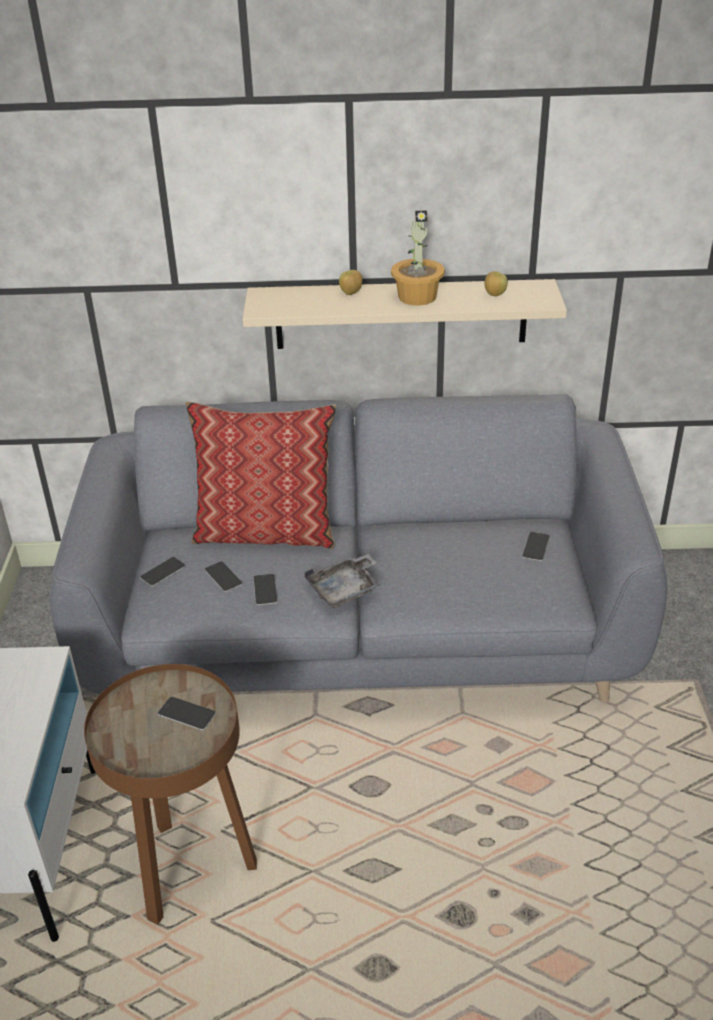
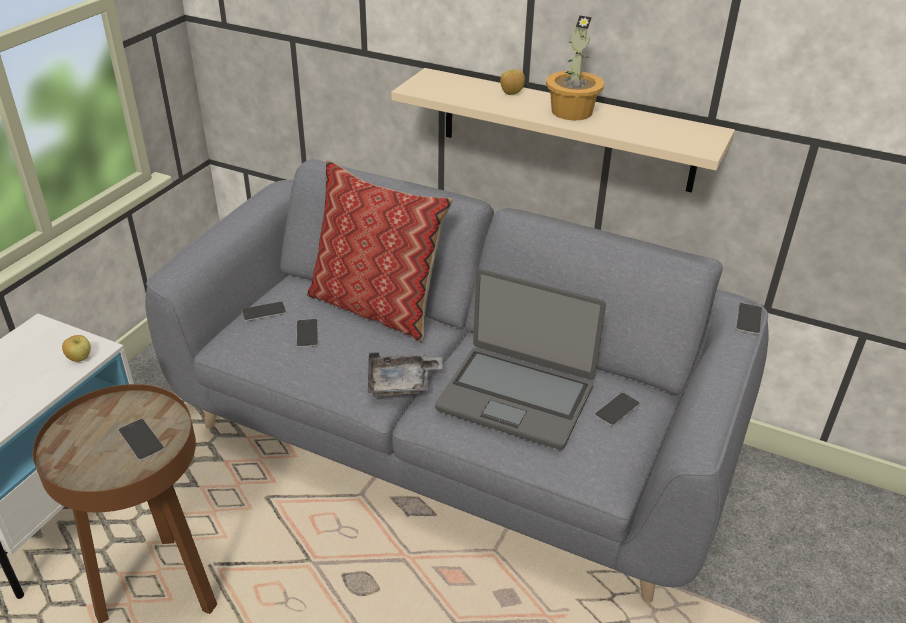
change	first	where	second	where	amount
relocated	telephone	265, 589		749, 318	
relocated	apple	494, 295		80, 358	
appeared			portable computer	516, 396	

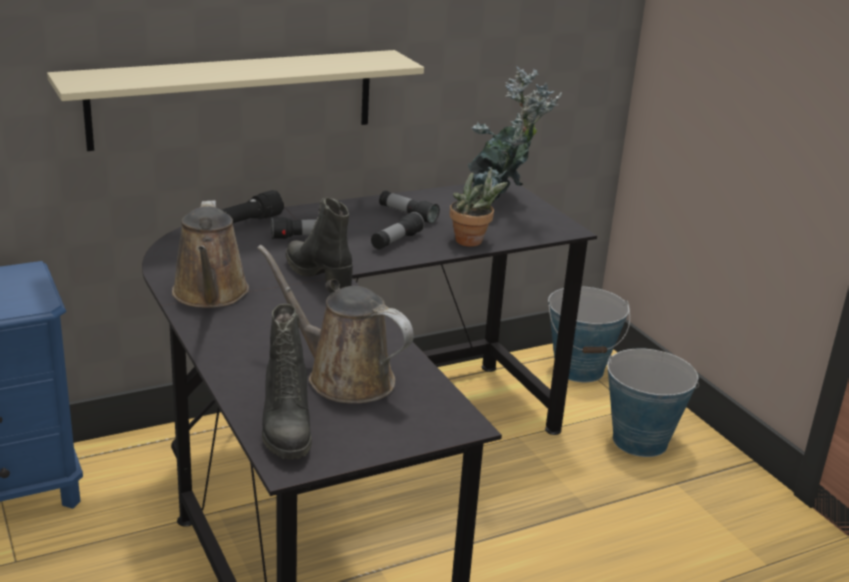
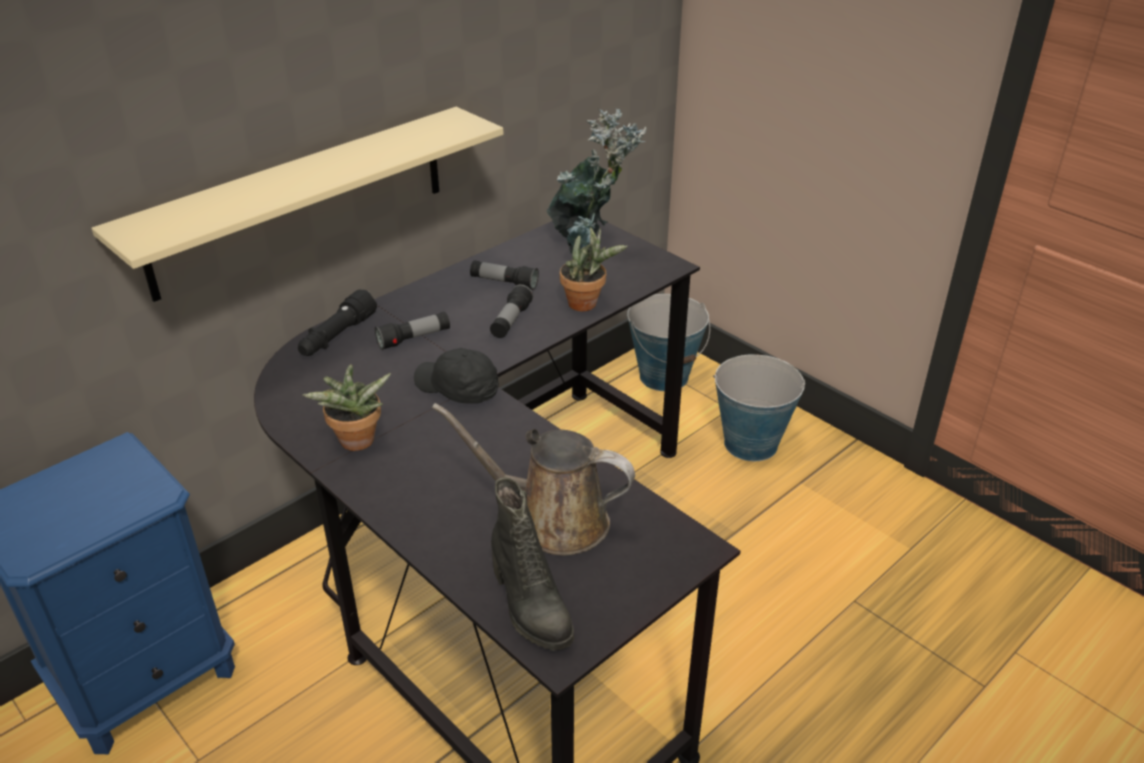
change	first	where	second	where	amount
exchanged	sprinkling can (brown-coloured)	210, 295	potted plant	356, 444	
exchanged	high-top boot (blackish)	319, 276	peaked cap (blackish)	457, 389	

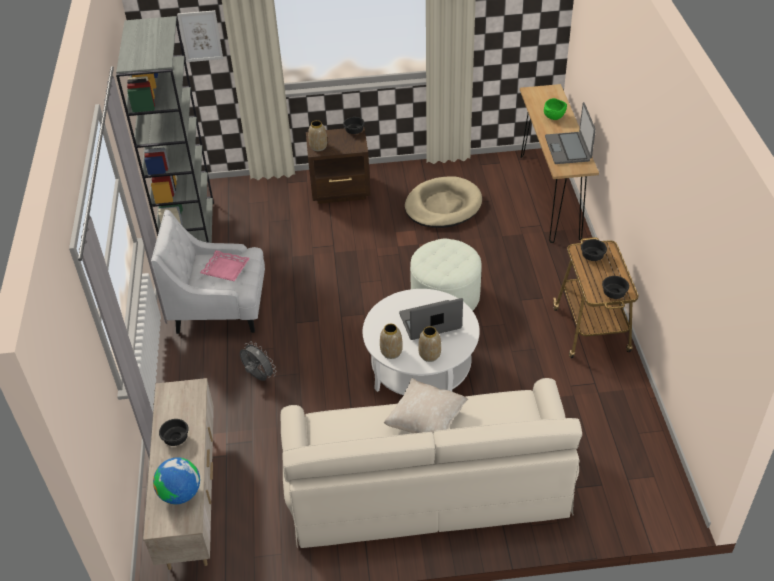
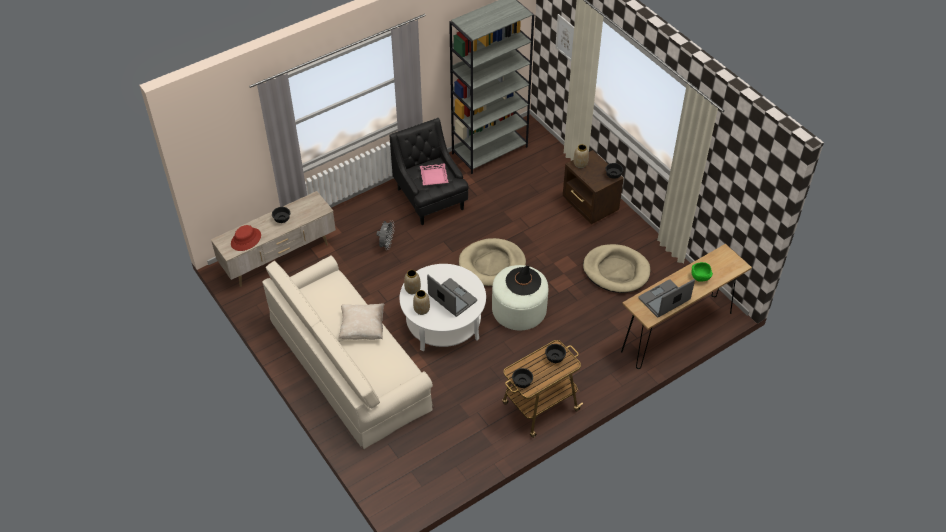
change	first	where	second	where	amount
colour	easy chair (white)	221, 310	easy chair (blackish)	430, 200	
exchanged	world globe	180, 494	wearable hat (red)	246, 240	
appeared			pet bed (beige-coloured)	492, 264	
appeared			wearable hat (blackish)	523, 281	

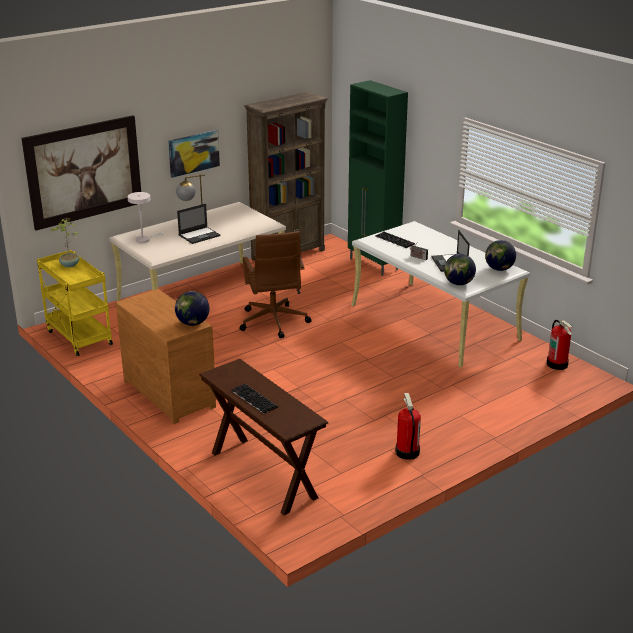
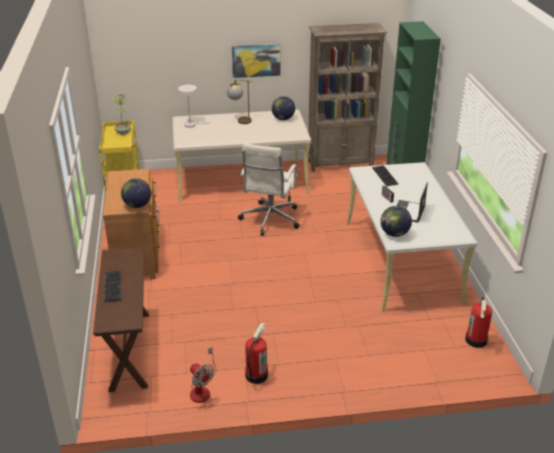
change	first	where	second	where	amount
missing	picture	84, 171			
missing	portable computer	199, 235			
colour	desk chair (brown-coloured)	273, 322	desk chair (white)	269, 220	
relocated	world globe	499, 269		283, 119	
appeared			fan	202, 389	

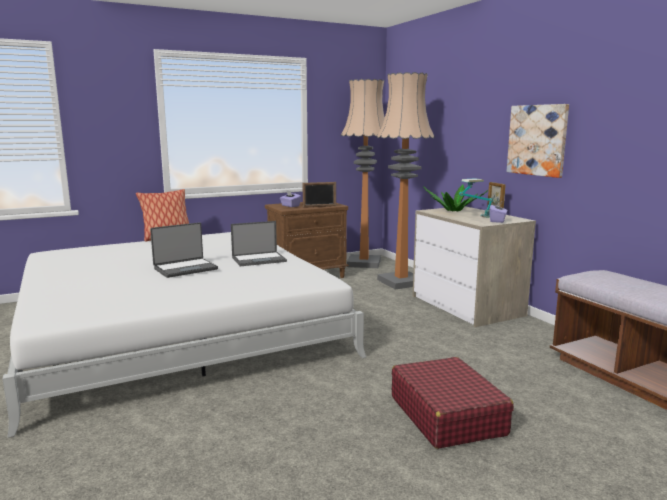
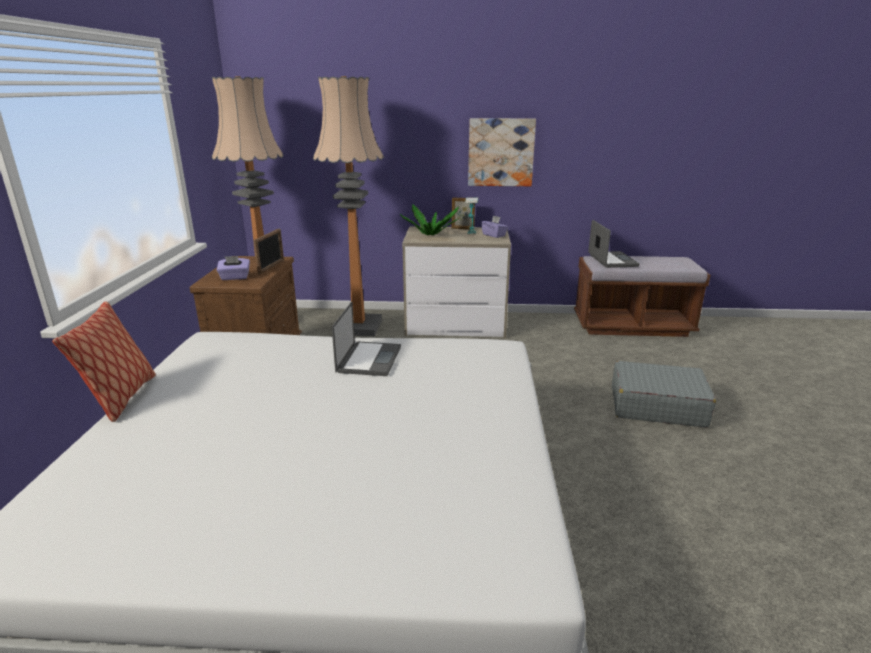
change	first	where	second	where	amount
relocated	portable computer	185, 269		611, 260	
colour	suitcase (red)	447, 415	suitcase (grey)	656, 405	

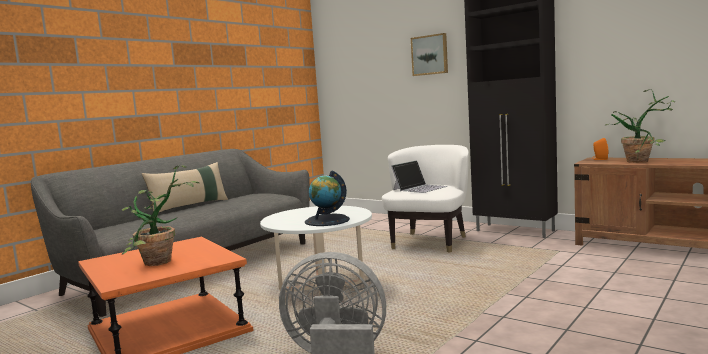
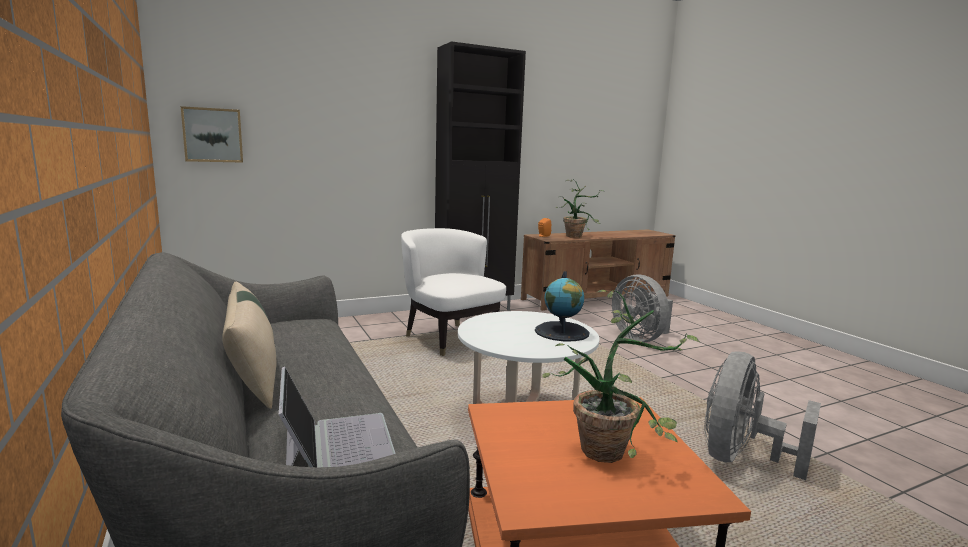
change	first	where	second	where	amount
relocated	portable computer	420, 188		336, 443	
relocated	picture	430, 55		212, 135	
appeared			fan (grey)	640, 338	

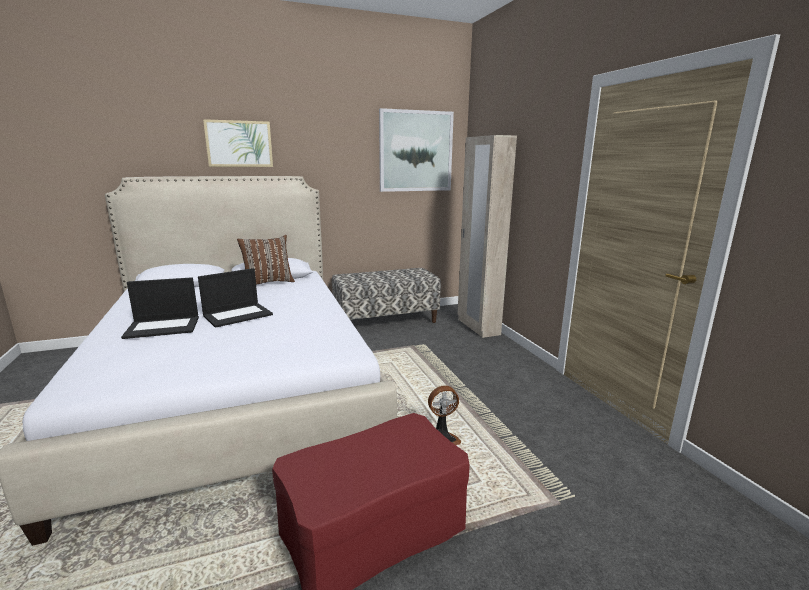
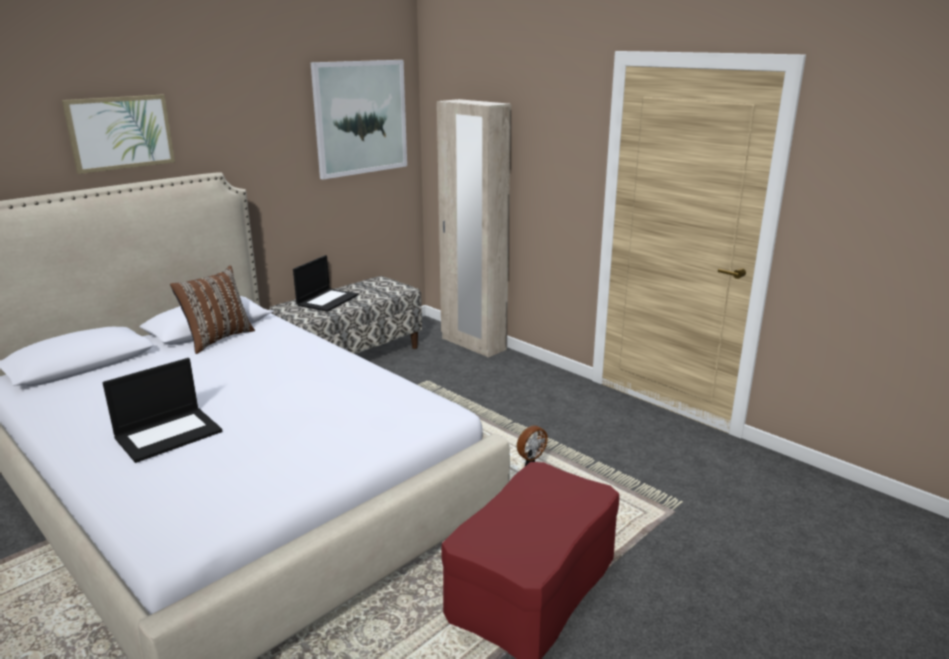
change	first	where	second	where	amount
relocated	portable computer	238, 315		327, 300	

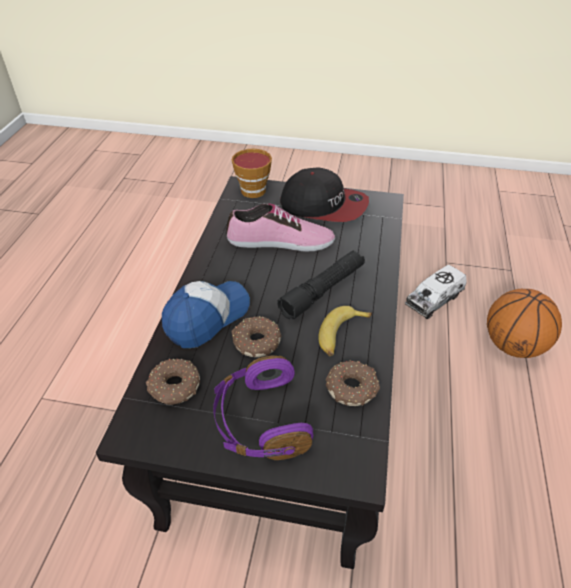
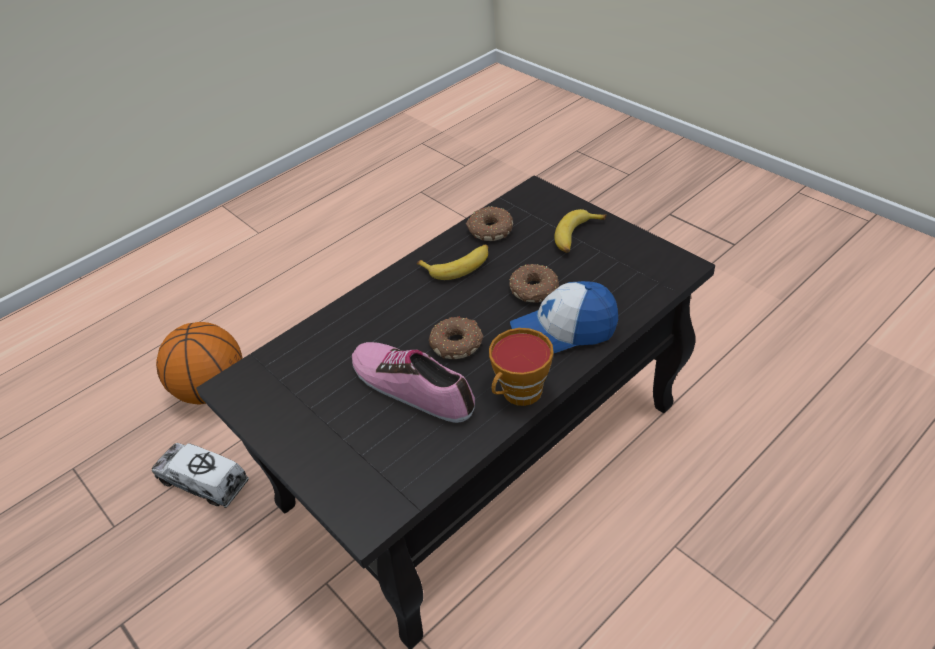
change	first	where	second	where	amount
relocated	donut	174, 387		457, 343	
exchanged	headphones (purple-coloured)	260, 421	banana fruit	576, 237	
relocated	cup	253, 189		519, 394	
missing	hand torch (blackish)	323, 290			
missing	peaked cap	324, 205			
spun	toy lorry	434, 299		203, 481	150 degrees counterclockwise

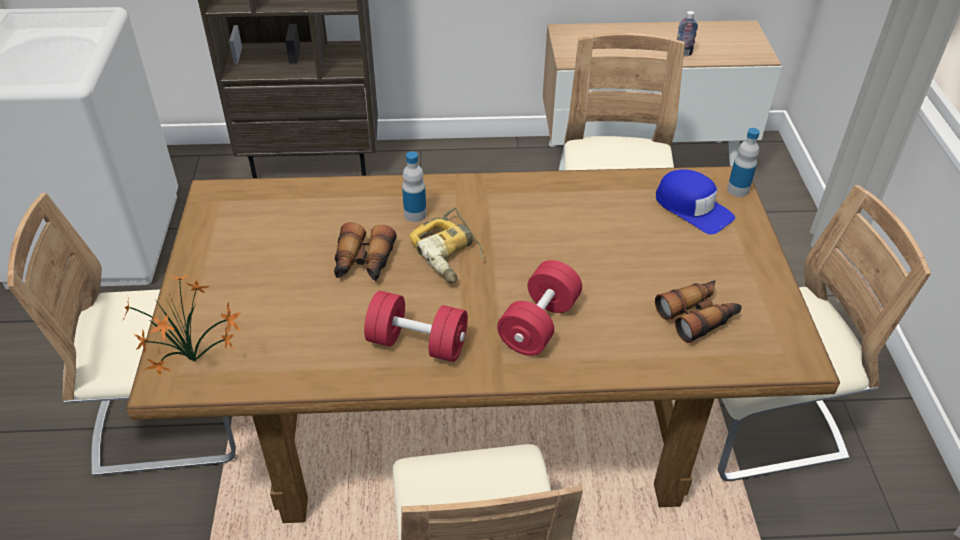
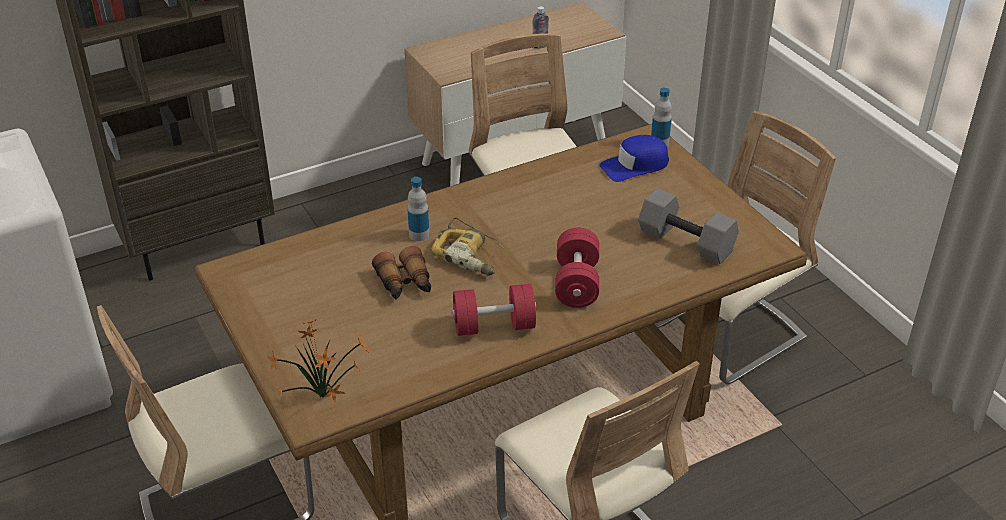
change	first	where	second	where	amount
exchanged	binoculars	698, 316	dumbbell (grey)	687, 241	
spun	peaked cap (bluish)	693, 208		635, 165	135 degrees clockwise

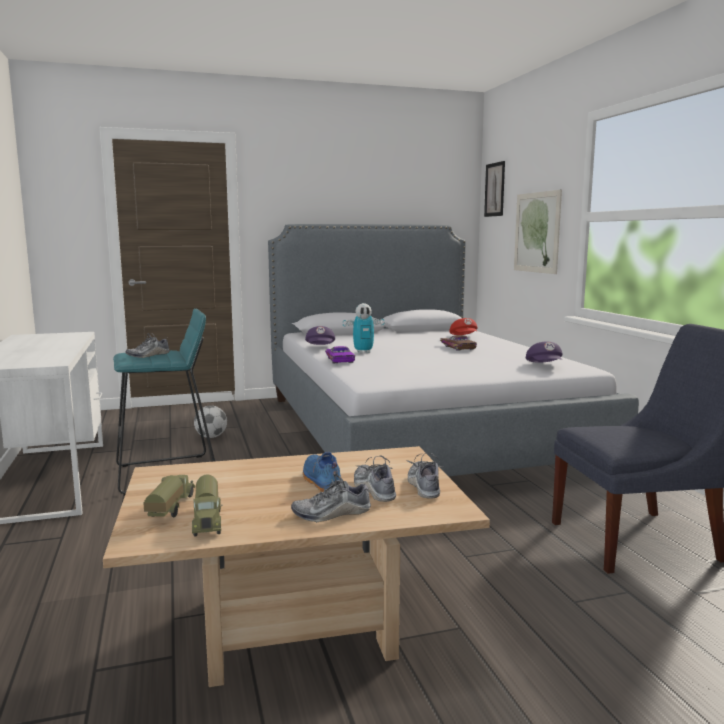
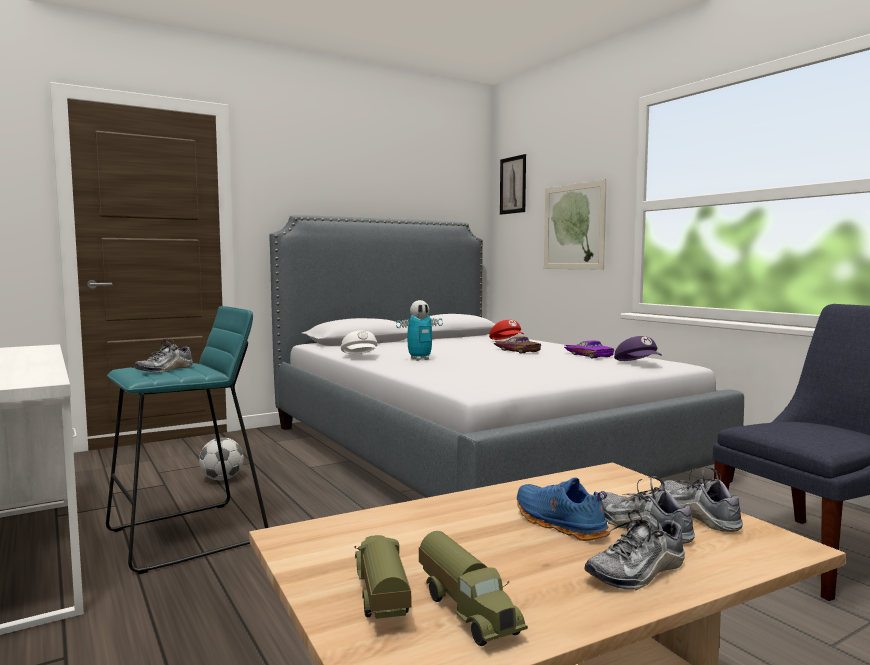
change	first	where	second	where	amount
colour	peaked cap (purple-coloured)	321, 347	peaked cap (white)	360, 356	
relocated	model car (purple-coloured)	341, 360		589, 355	

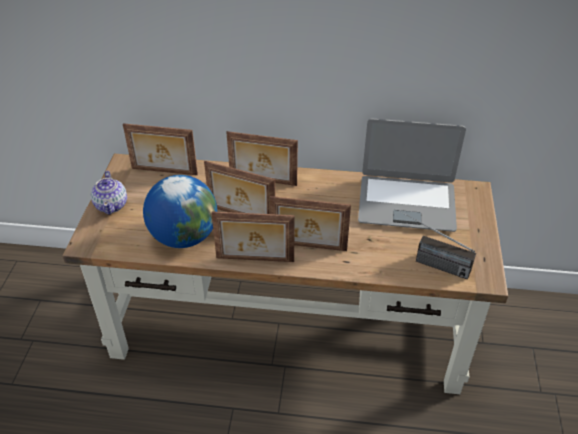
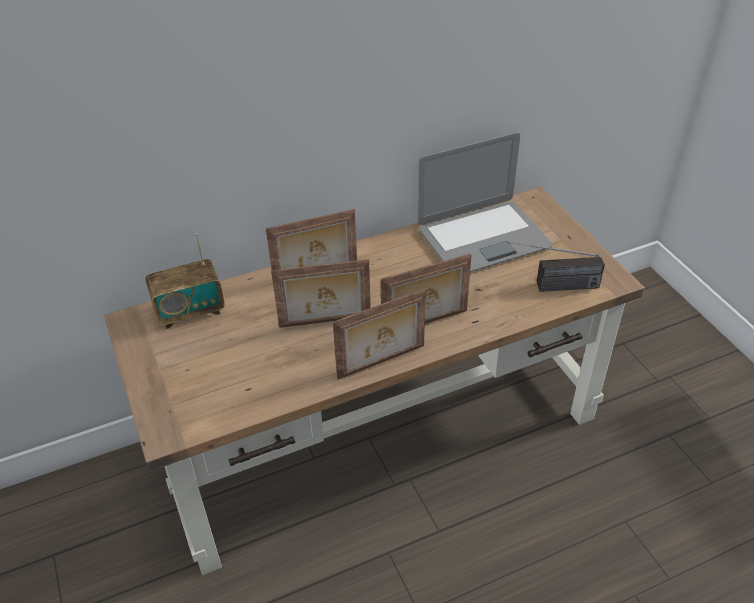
change	first	where	second	where	amount
missing	teapot	112, 205			
exchanged	photo frame	164, 172	radio	190, 311	
missing	world globe	184, 237			

